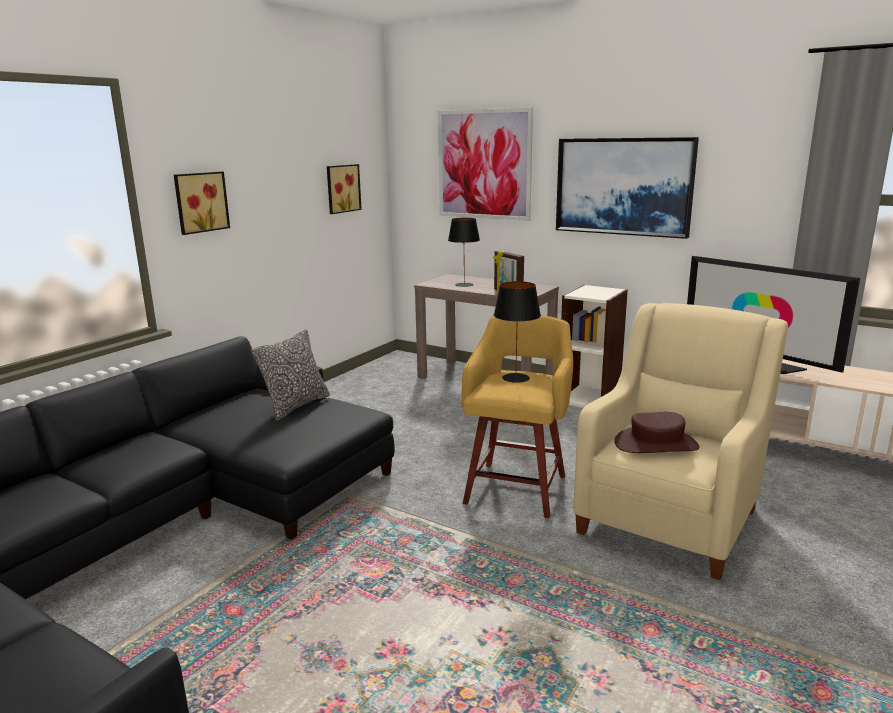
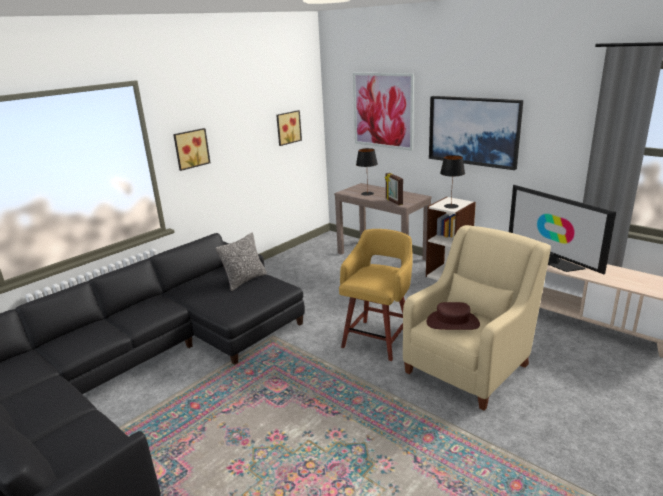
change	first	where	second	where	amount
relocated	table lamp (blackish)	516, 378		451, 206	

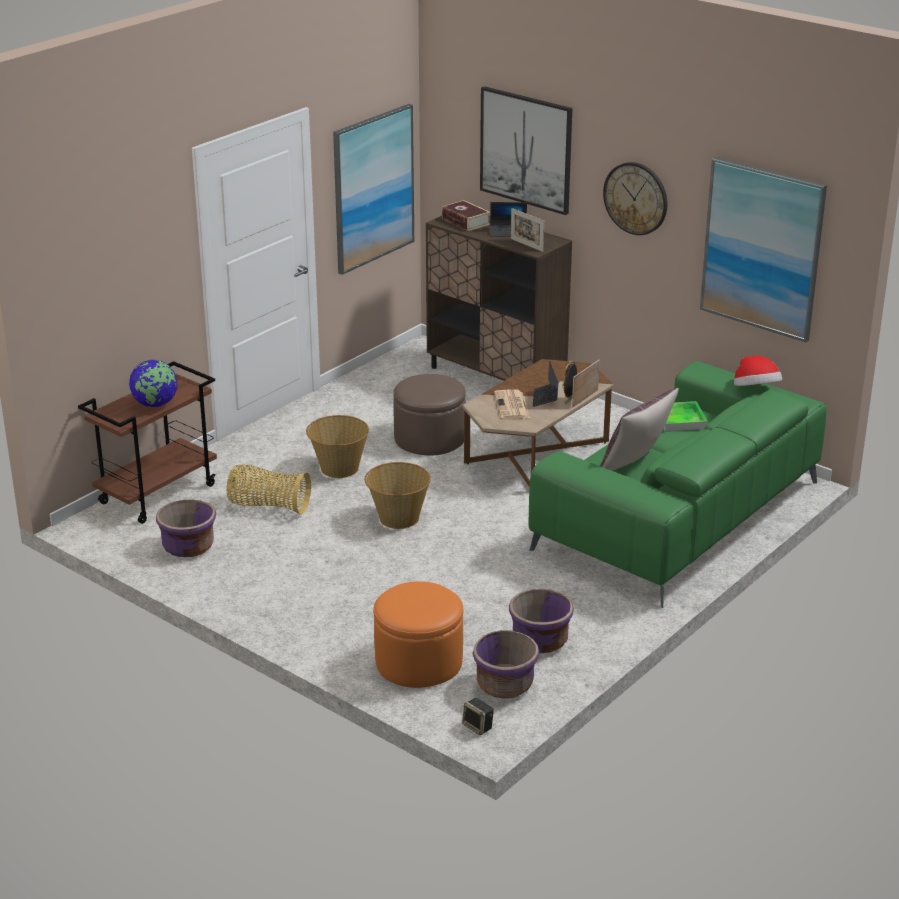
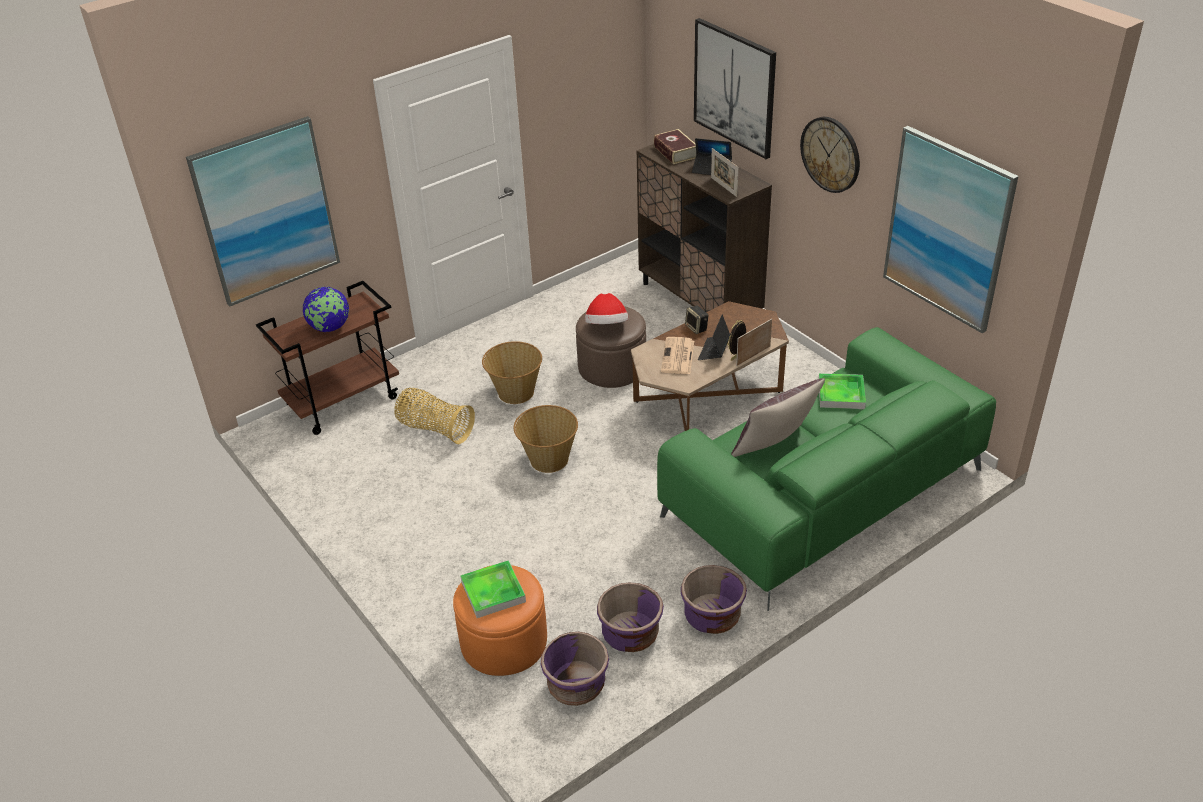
change	first	where	second	where	amount
relocated	planter (purple-coloured)	188, 547		712, 617	
relocated	picture	373, 188		266, 212	
relocated	speaker	478, 727		697, 328	
relocated	wearable hat	755, 391		607, 326	
appeared			tray	493, 592	

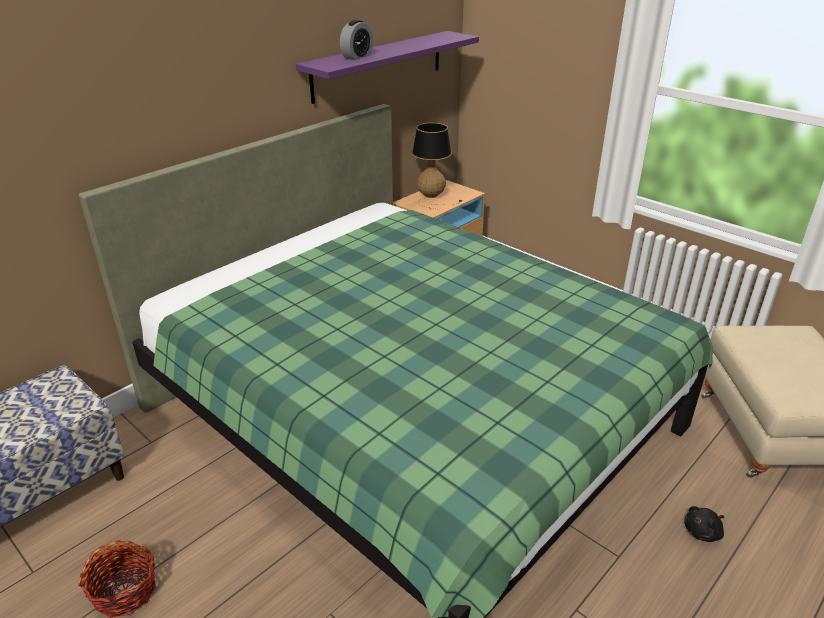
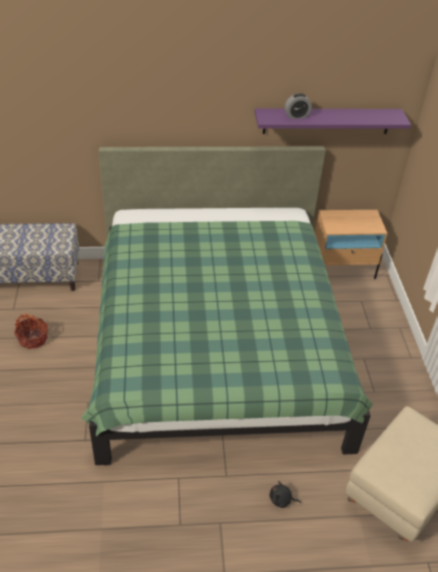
change	first	where	second	where	amount
missing	table lamp	432, 198			

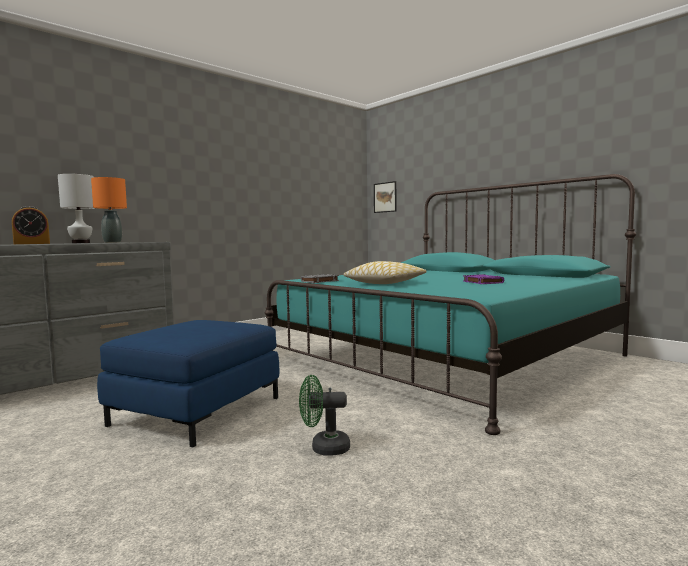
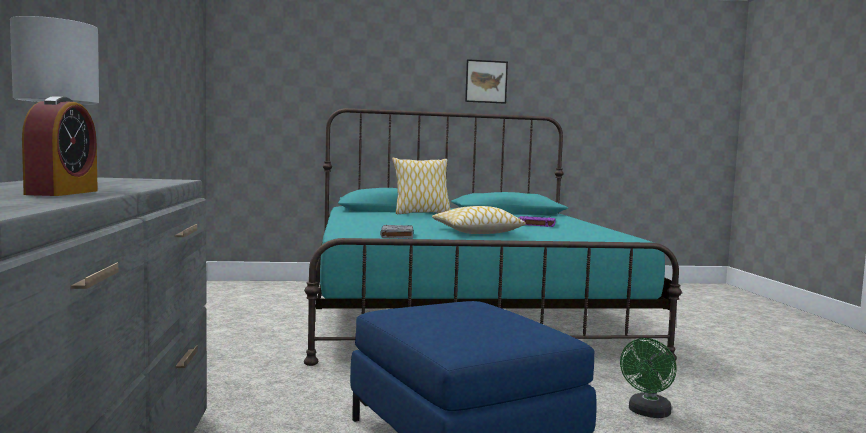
change	first	where	second	where	amount
missing	table lamp (orange-coloured)	112, 242			
relocated	picture	385, 197		486, 81	
appeared			pillow	421, 213	

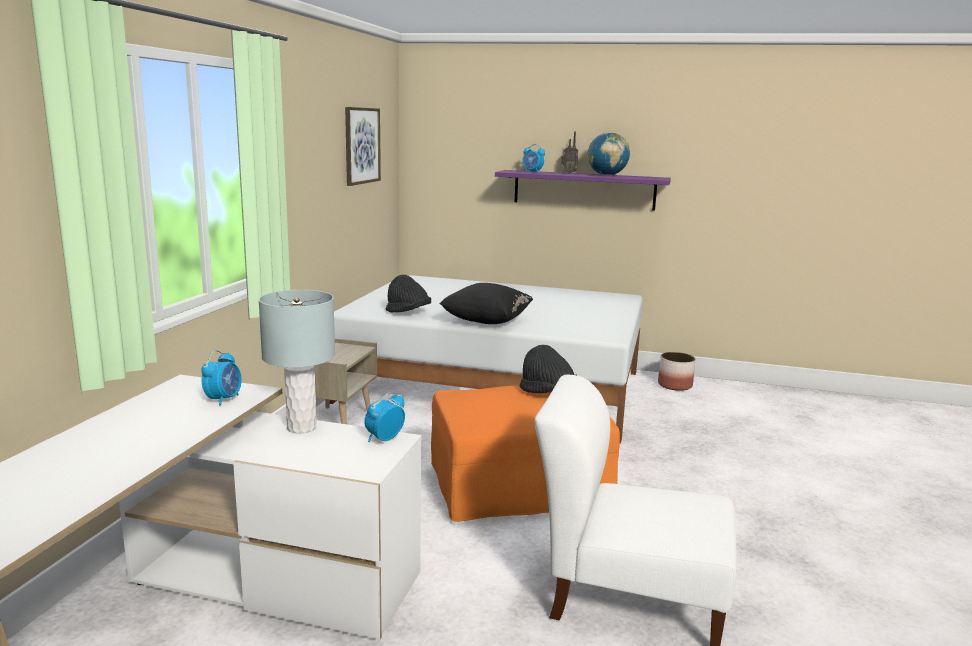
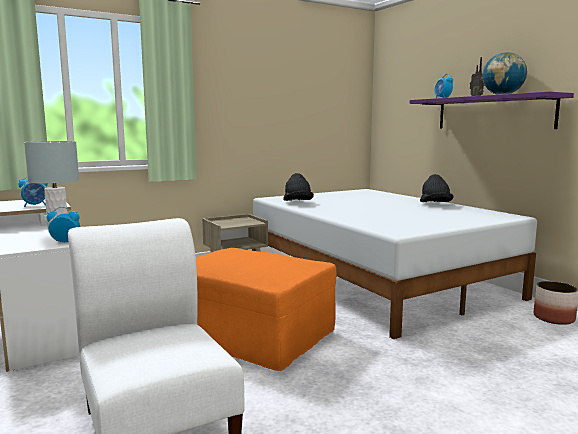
change	first	where	second	where	amount
missing	picture	361, 145			
missing	pillow (blackish)	486, 322			
relocated	wearable hat (blackish)	547, 392		435, 204	

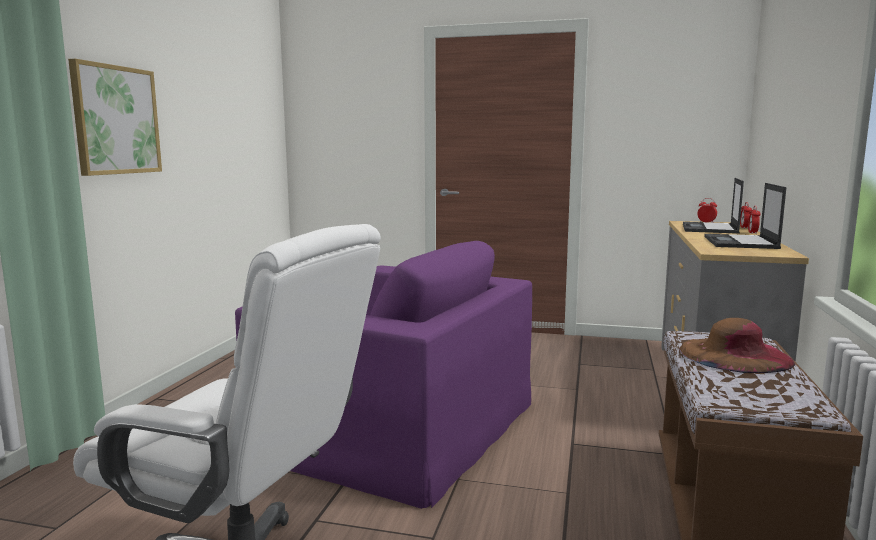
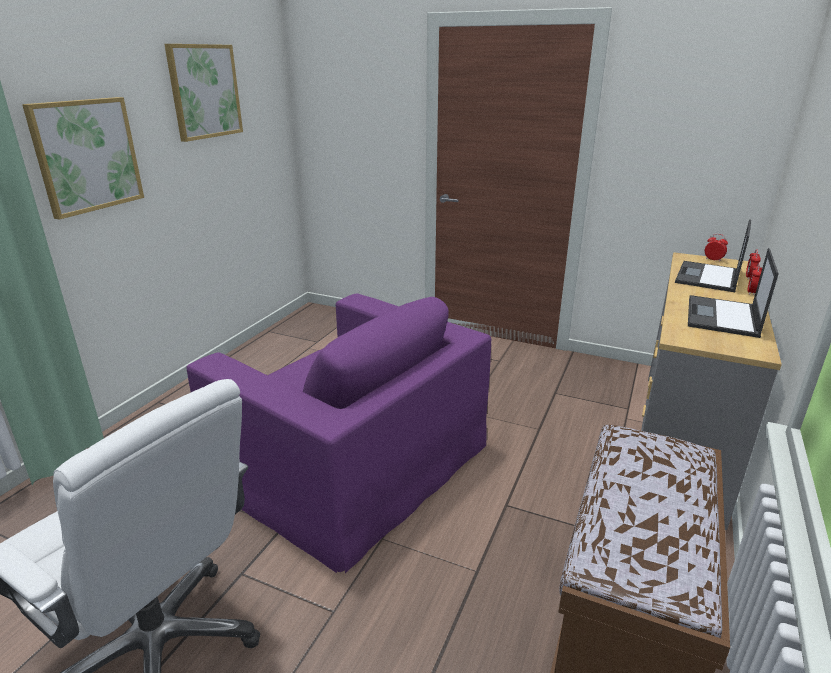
change	first	where	second	where	amount
missing	wearable hat (brown-coloured)	735, 355			
appeared			picture	204, 91	

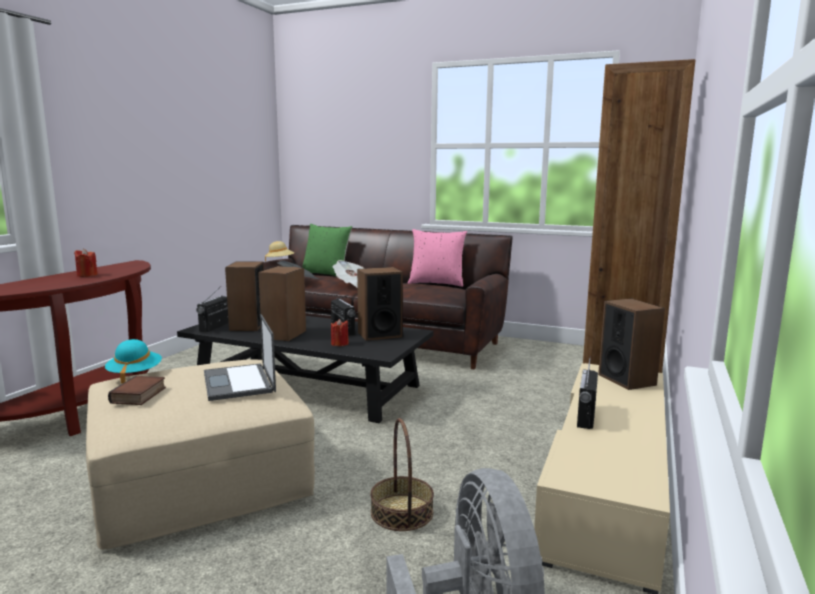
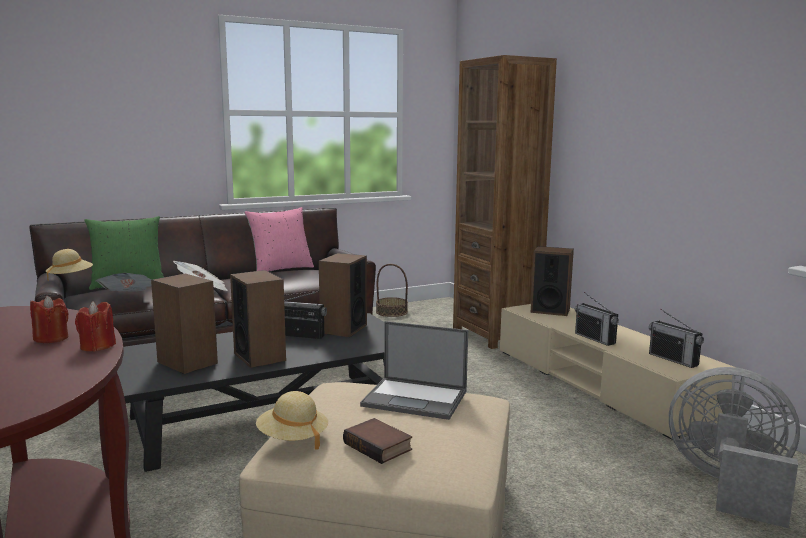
change	first	where	second	where	amount
colour	wearable hat (blue-green)	134, 374	wearable hat (beige-coloured)	292, 438	
relocated	radio	215, 327		673, 359	
relocated	wax candle (red)	339, 344		97, 346	
relocated	household basket	402, 512		391, 312	

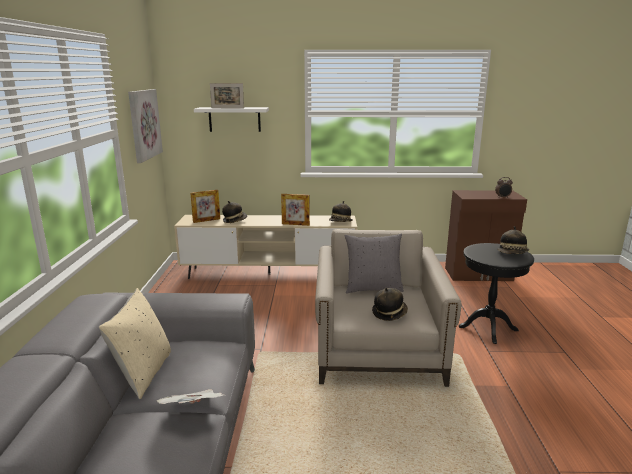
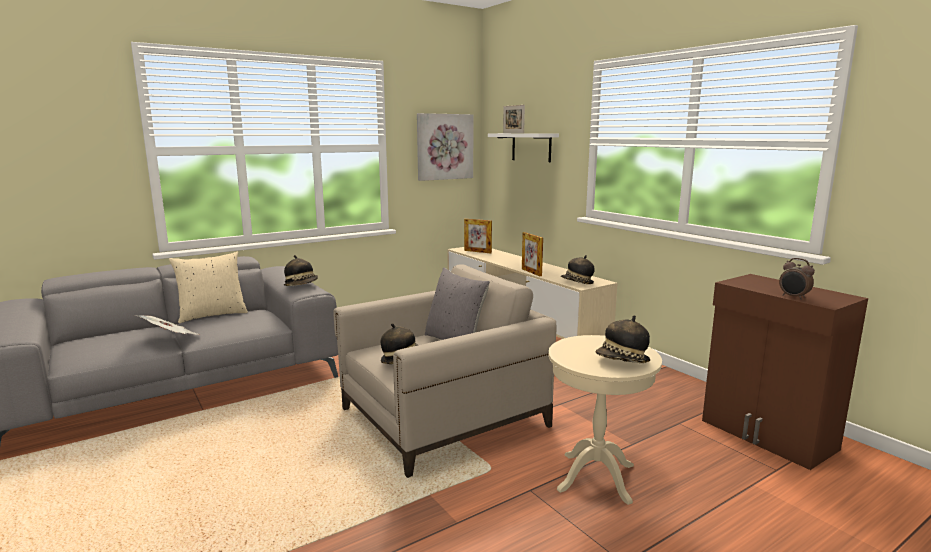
change	first	where	second	where	amount
relocated	wearable hat	235, 220		301, 285	
colour	accent table (blackish)	488, 328	accent table (beige-coloured)	596, 477	

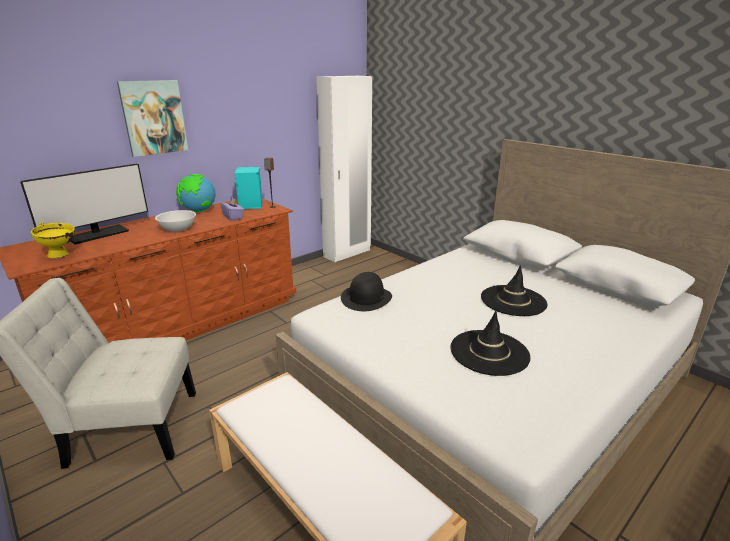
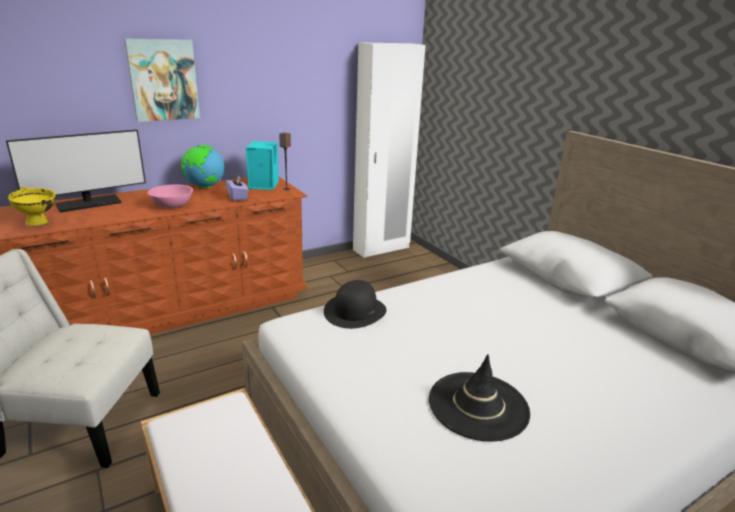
change	first	where	second	where	amount
colour	bowl (white)	178, 229	bowl (pinkish)	172, 205	
missing	wearable hat (blackish)	513, 301			

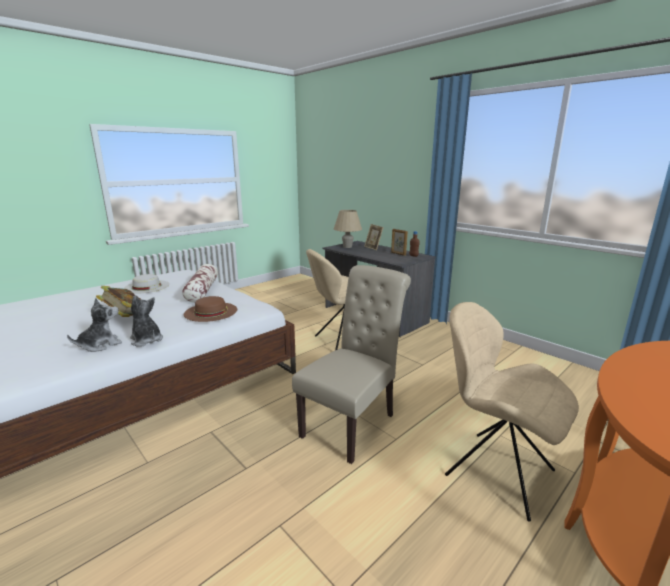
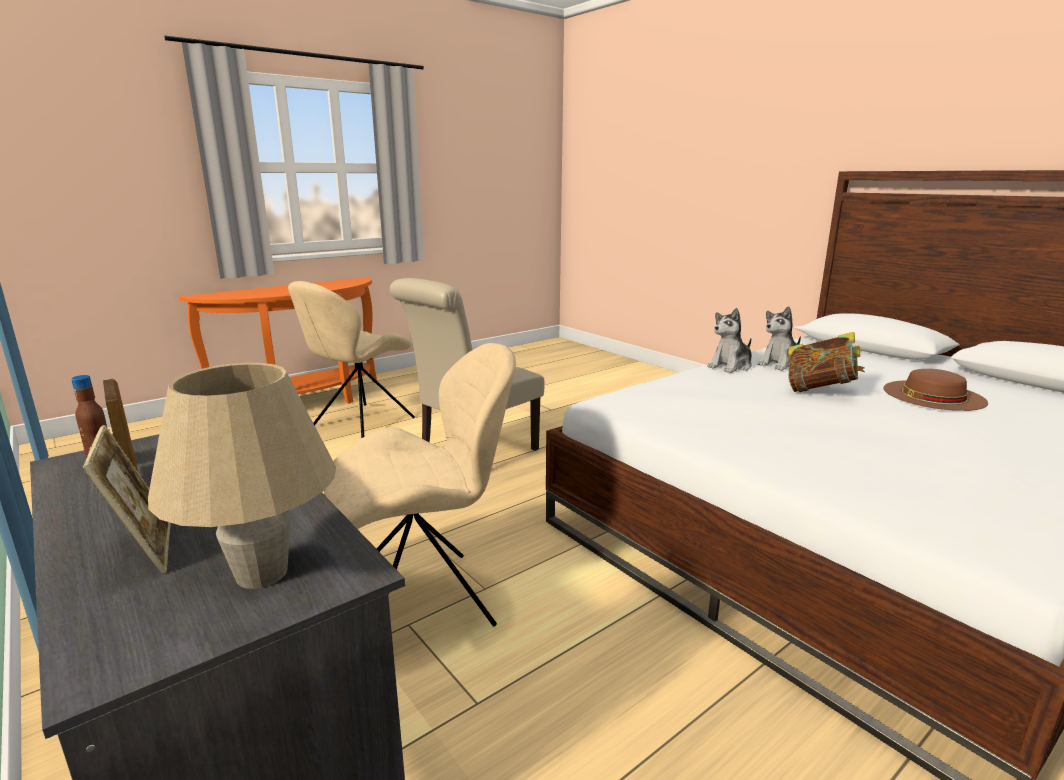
change	first	where	second	where	amount
missing	wearable hat (white)	146, 286			
spun	plush toy	146, 340		731, 366	90 degrees clockwise
missing	pillow	202, 291			
relocated	wearable hat (brown-coloured)	211, 311		933, 395	
spun	chair (beige-coloured)	495, 470		361, 423	75 degrees clockwise

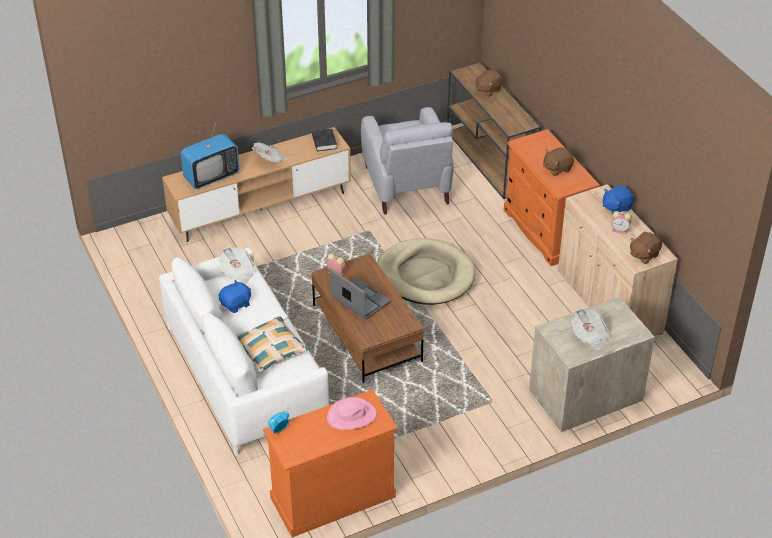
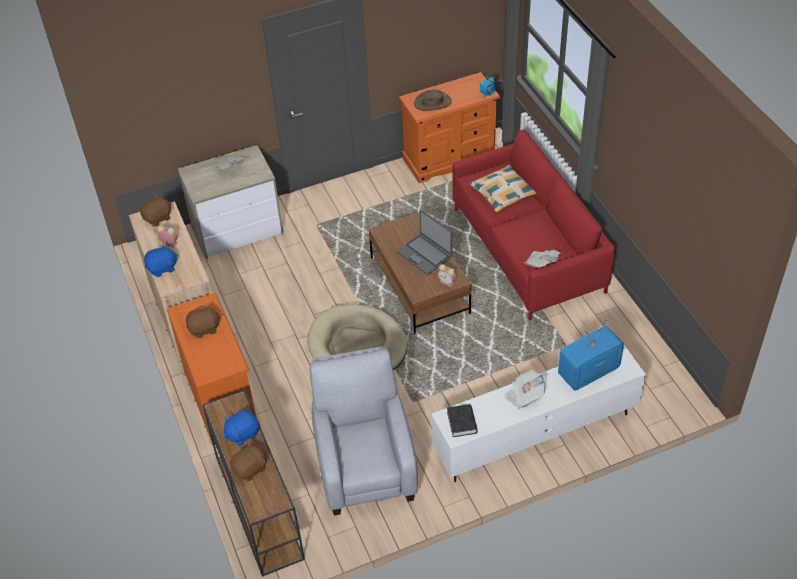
change	first	where	second	where	amount
colour	settee (white)	245, 373	settee (red)	527, 250	
colour	media console (brown-coloured)	261, 209	media console (white)	535, 434	
relocated	plush toy (bluish)	236, 304		242, 433	
colour	wearable hat (pinkish)	351, 416	wearable hat (brown-coloured)	432, 102	

